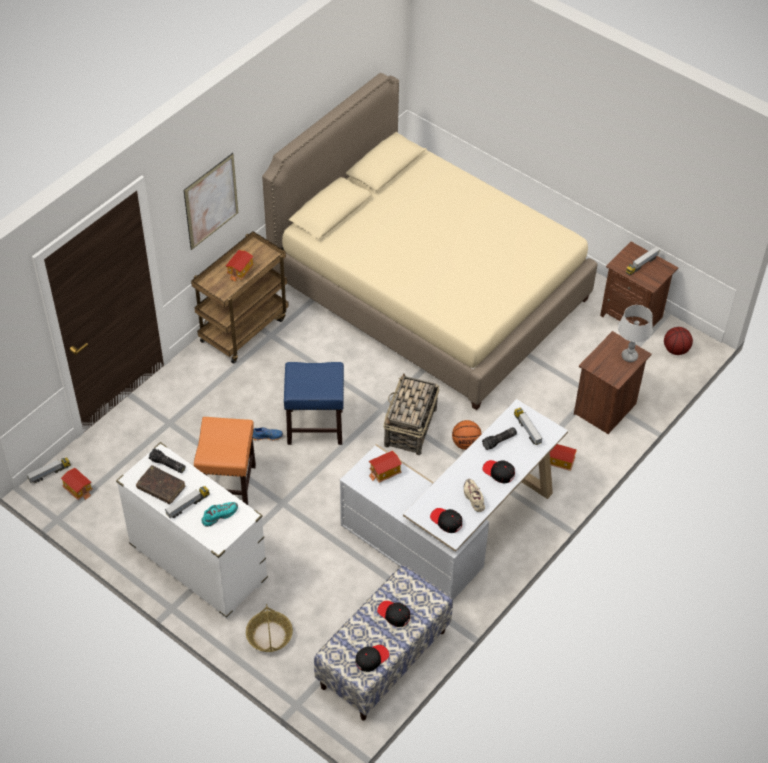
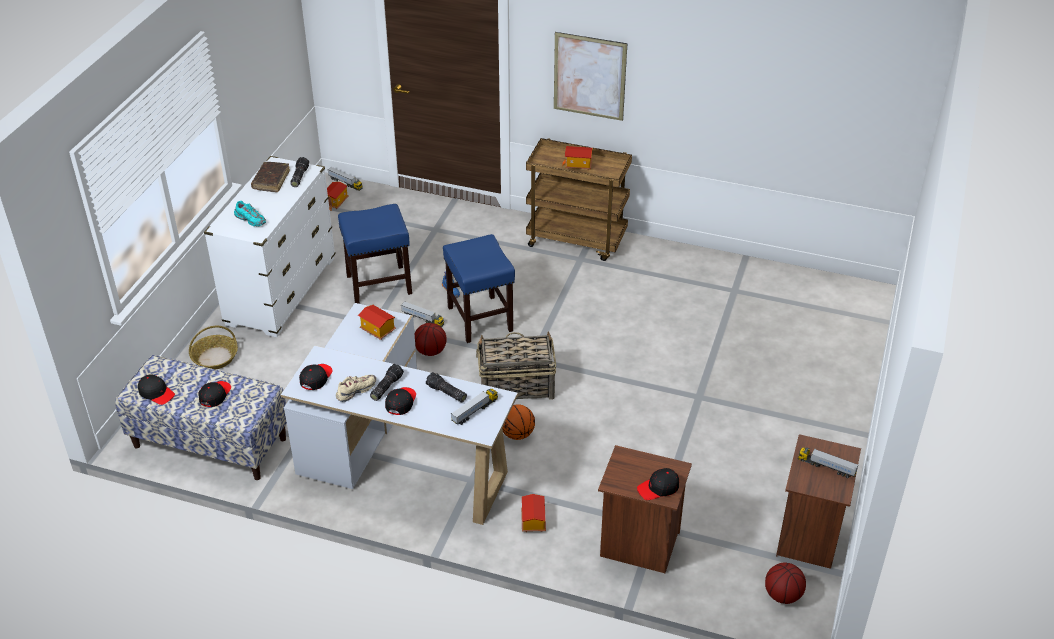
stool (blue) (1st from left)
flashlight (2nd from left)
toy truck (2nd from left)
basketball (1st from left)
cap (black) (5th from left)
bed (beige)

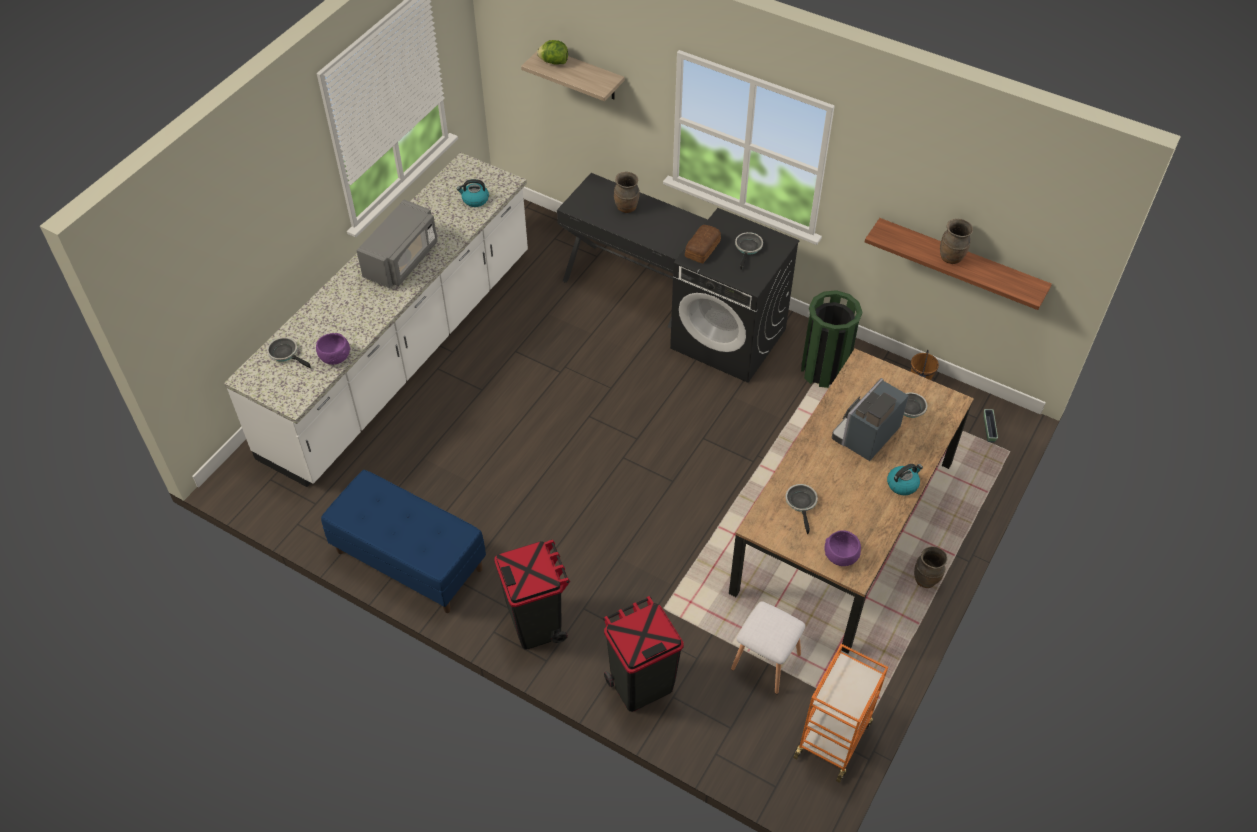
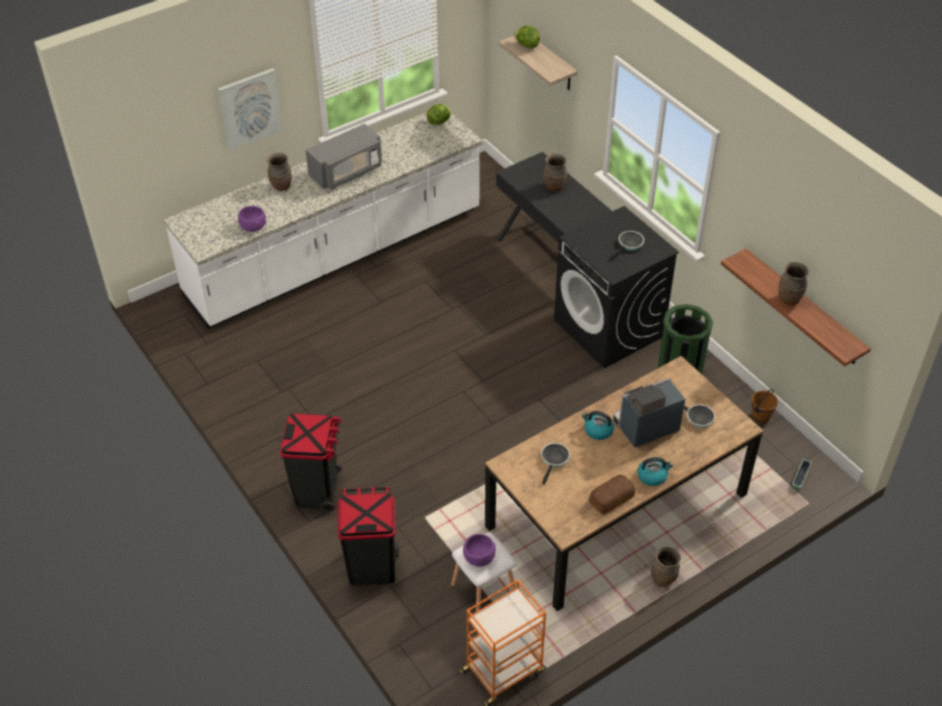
picture
vase (brown) (1st from left)
lettuce (1st from left)
bowl (purple) (2nd from left)
kettle (1st from left)
bread
frying pan (1st from left in the first image)
bench (blue)

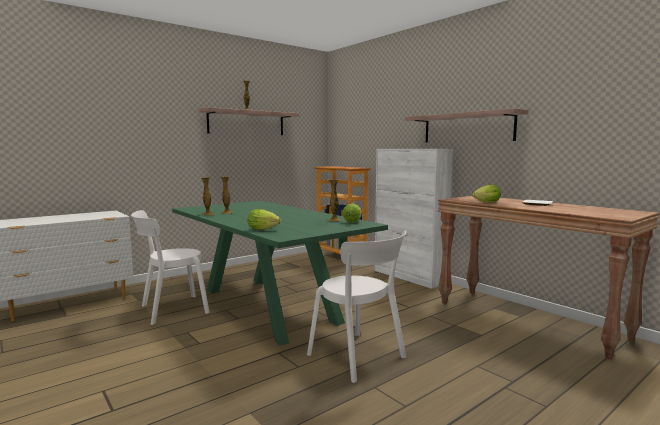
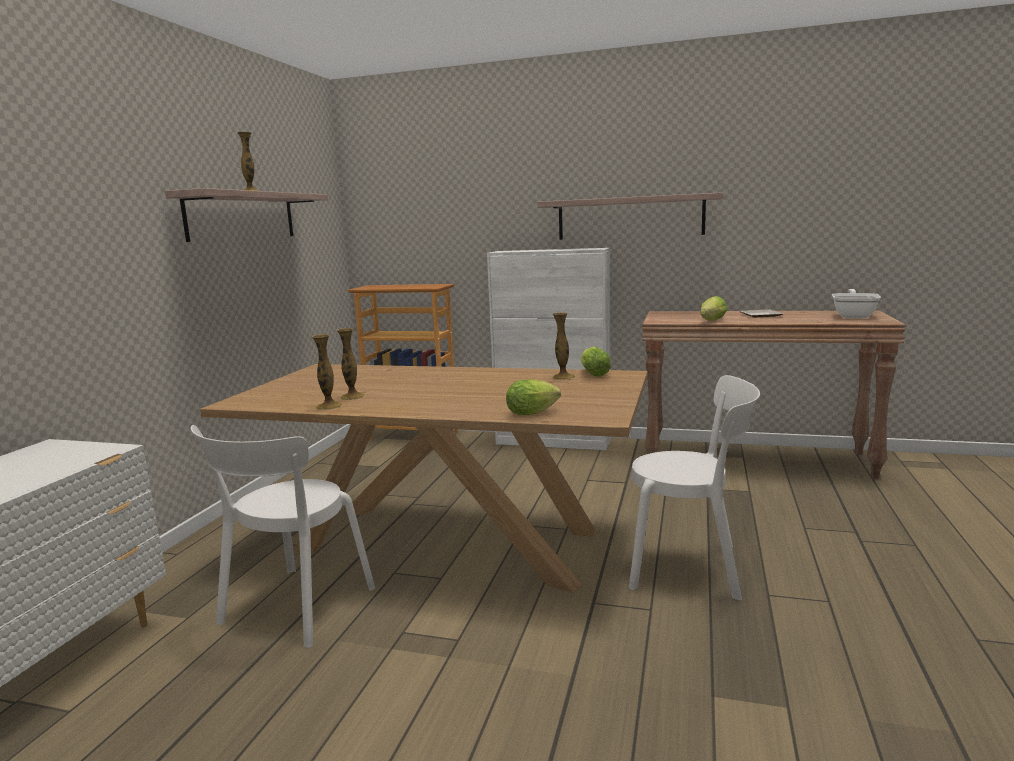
dining table (brown)
frying pan

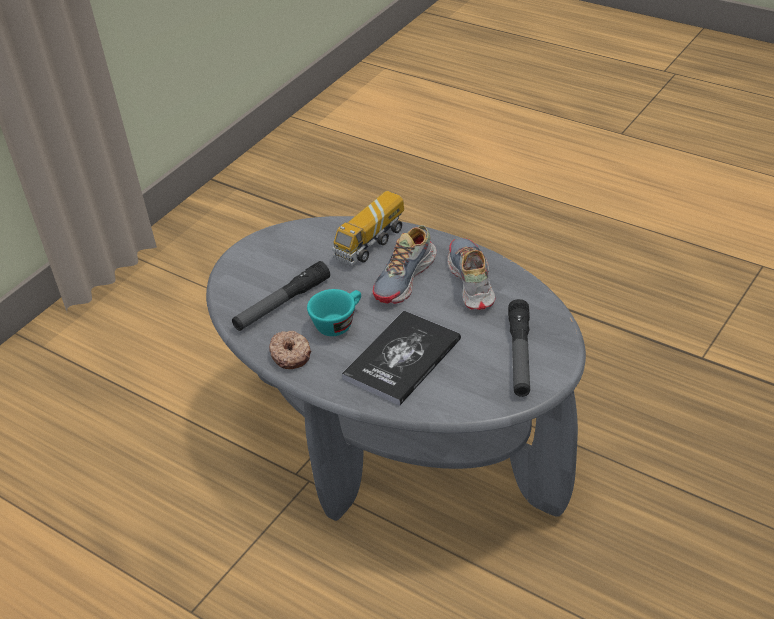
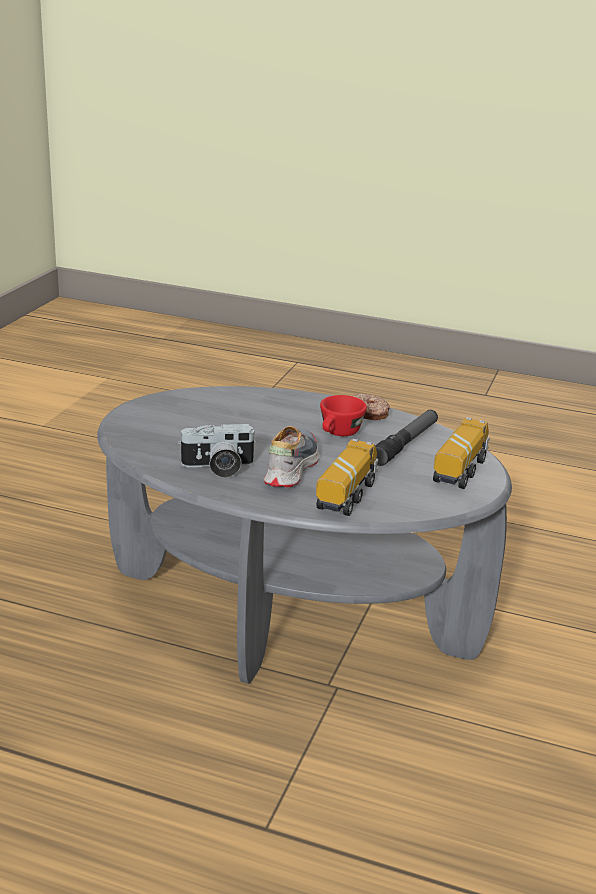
photo camera
cup (red)
toy truck (2nd from left)
book
flashlight (2nd from left in the first image)

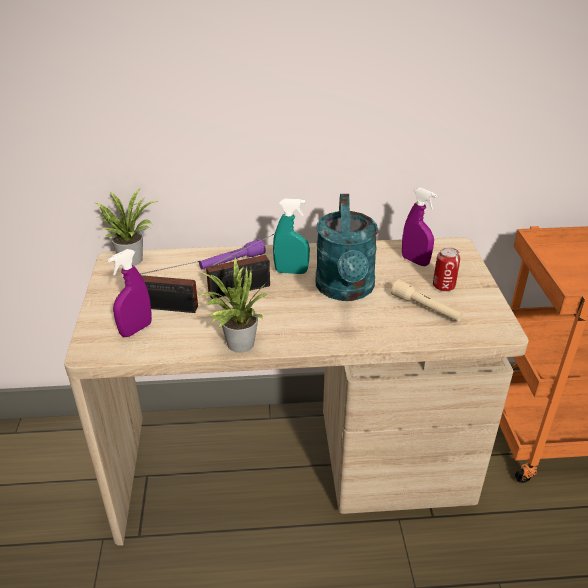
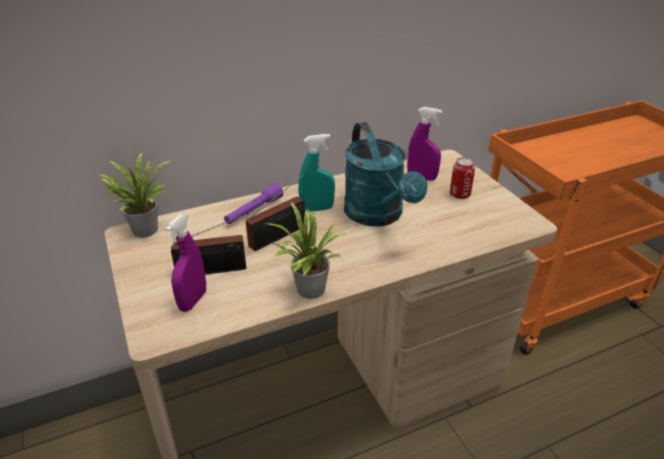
flashlight (beige)

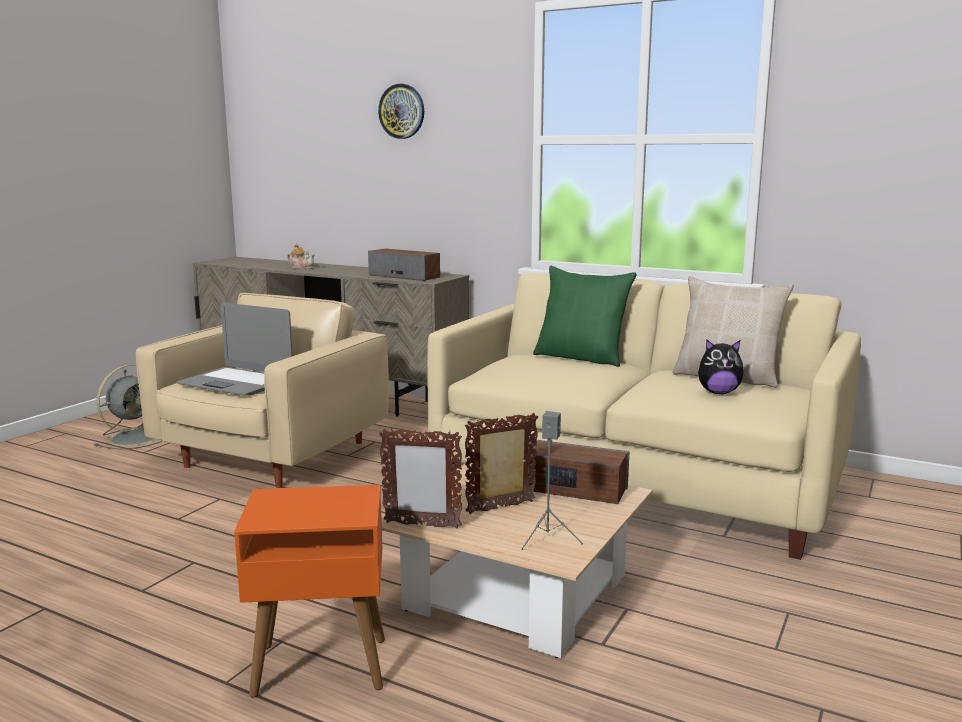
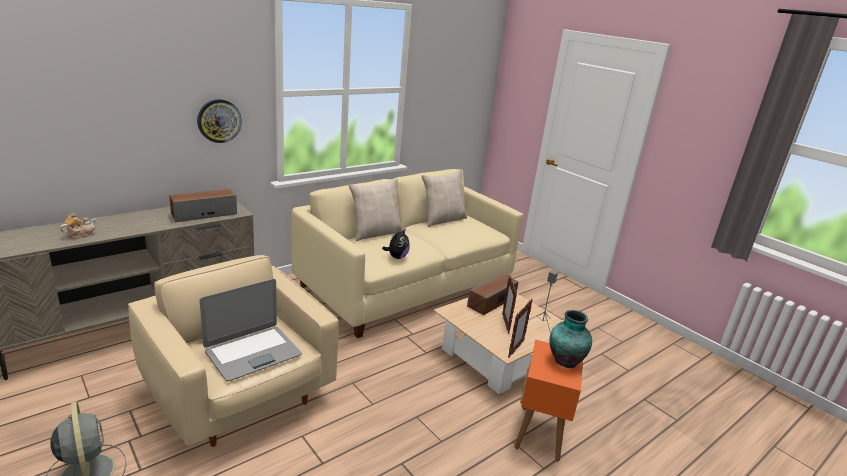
wall clock
pillow (beige) (1st from left)
plush toy
vase

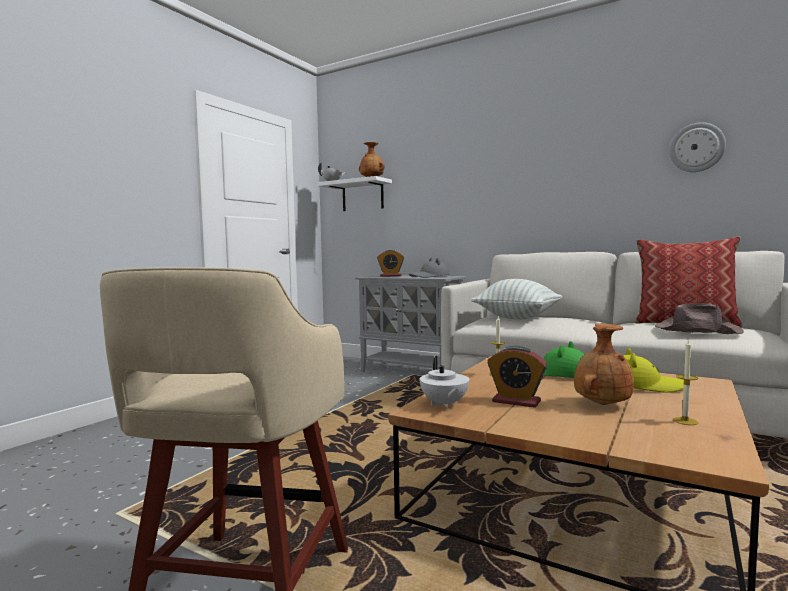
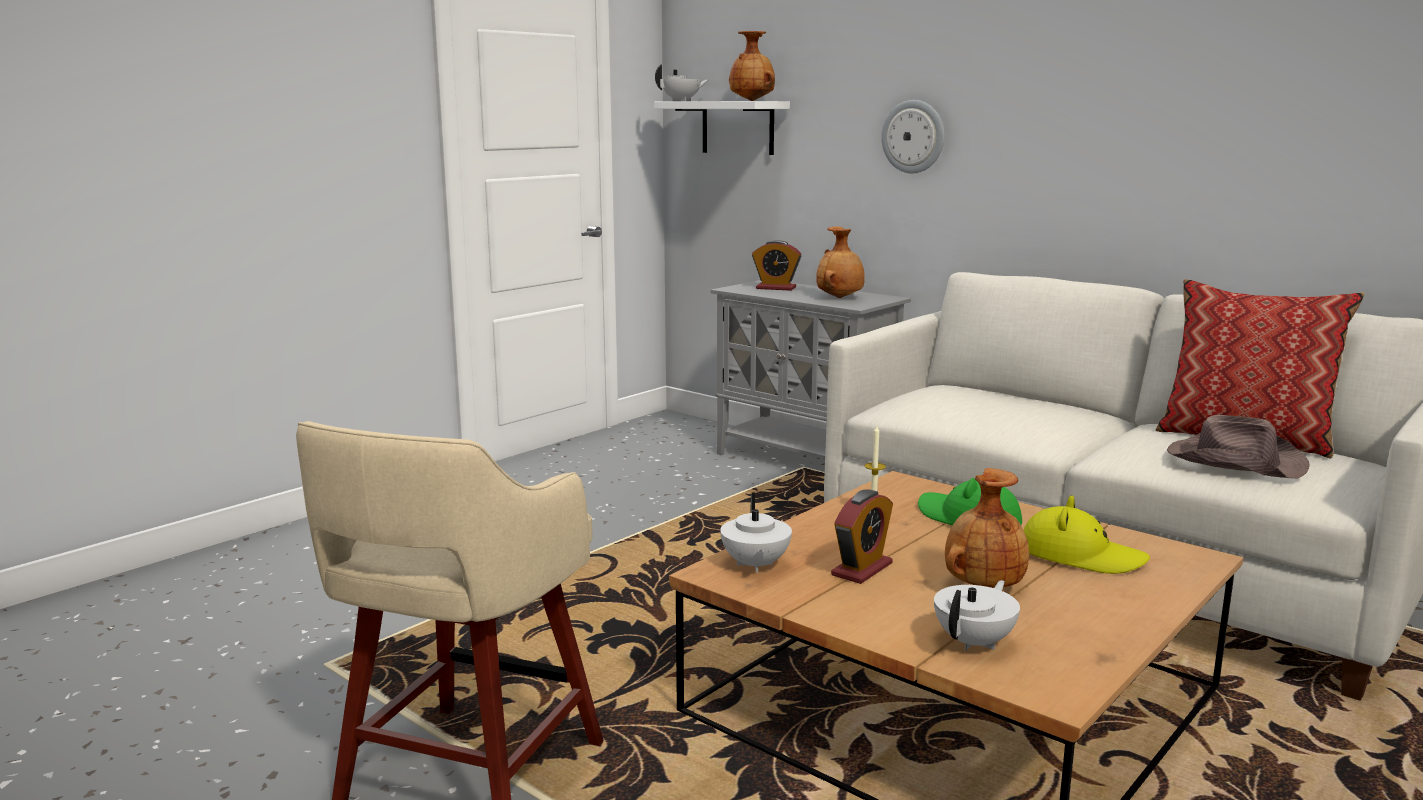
vase (brown) (2nd from left)
alarm clock (2nd from left)
wall clock
teapot (white) (3rd from left)
pillow (1st from left in the first image)
candle (2nd from left in the first image)

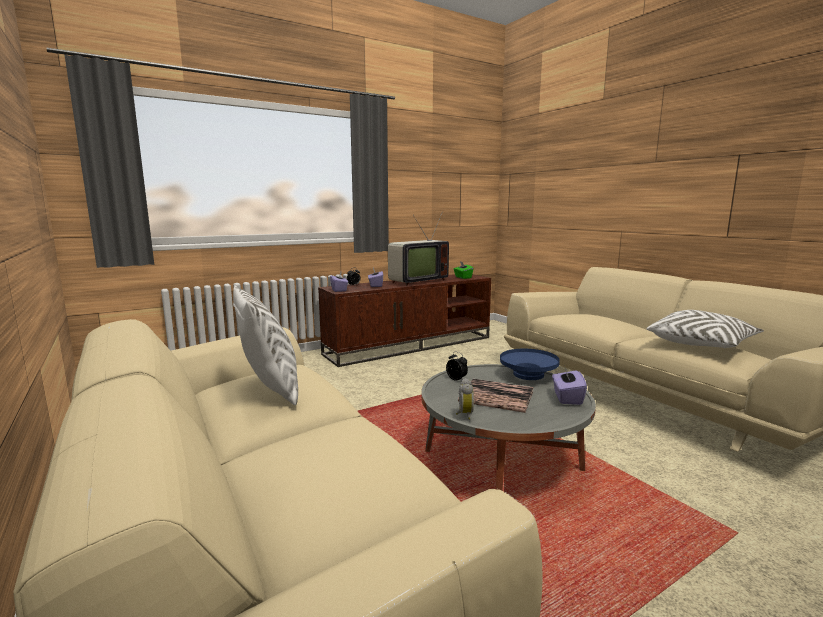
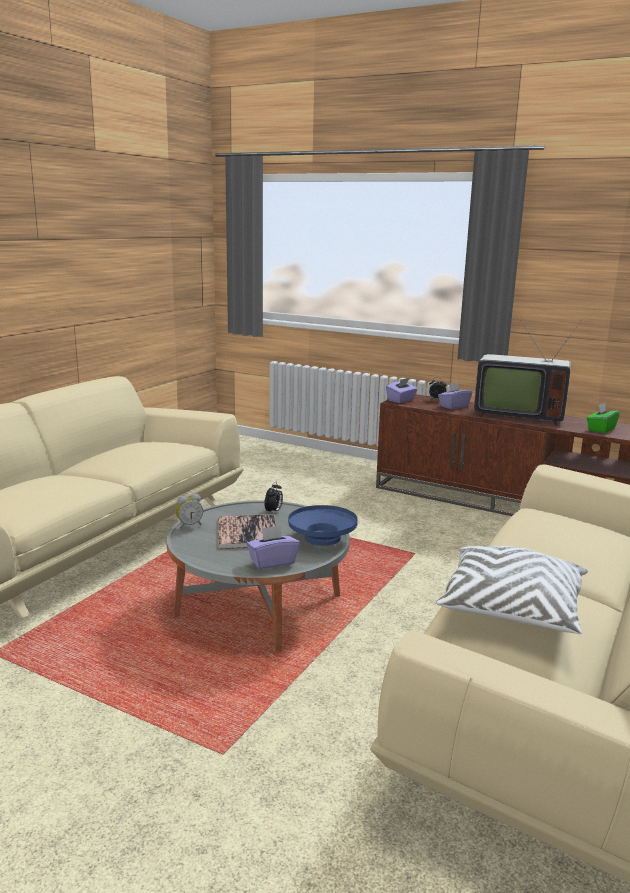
pillow (white) (1st from left in the first image)

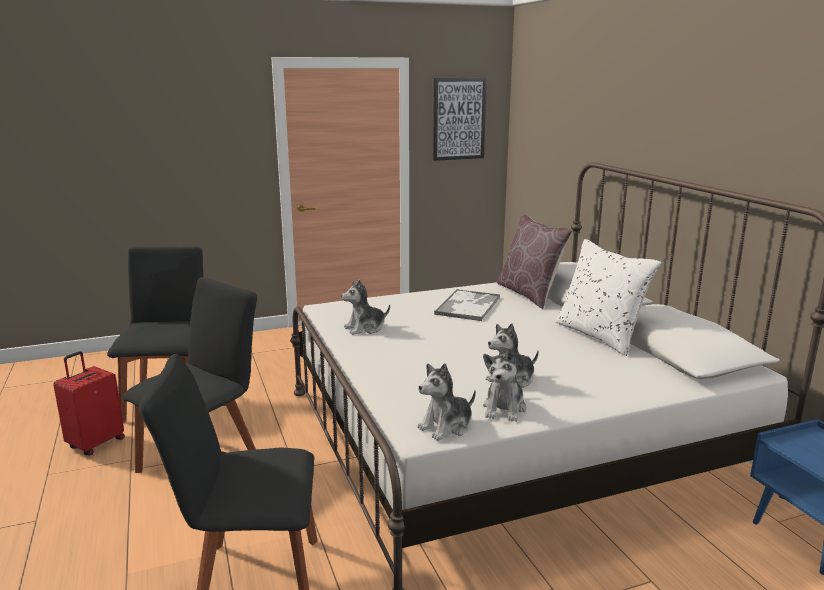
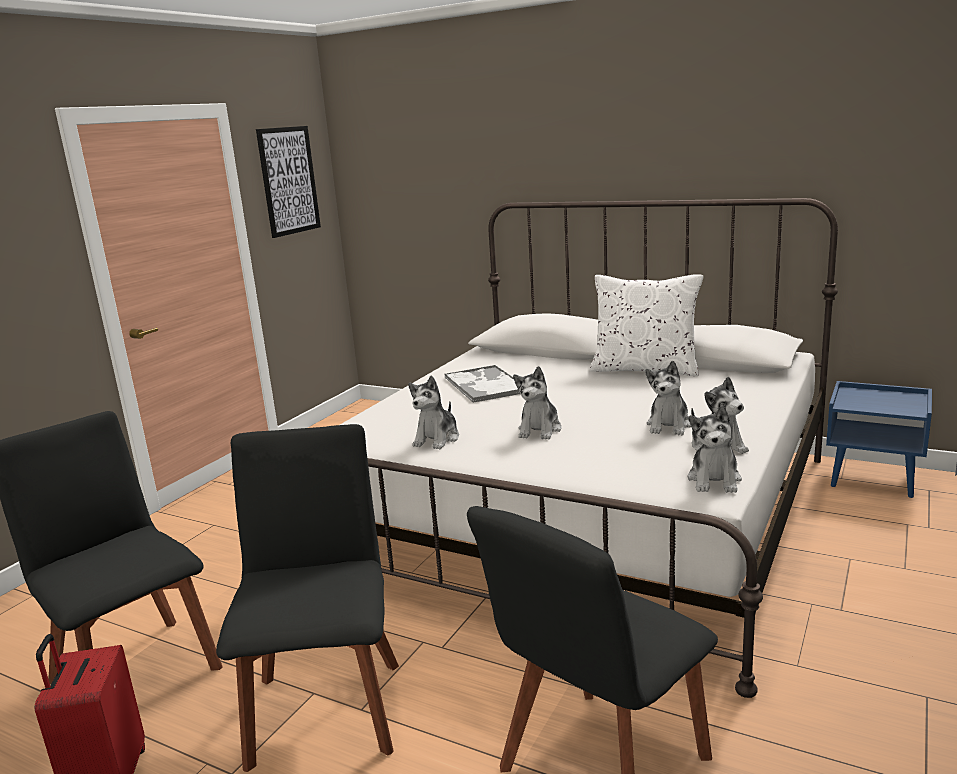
plush toy (2nd from left)
pillow (brown)

